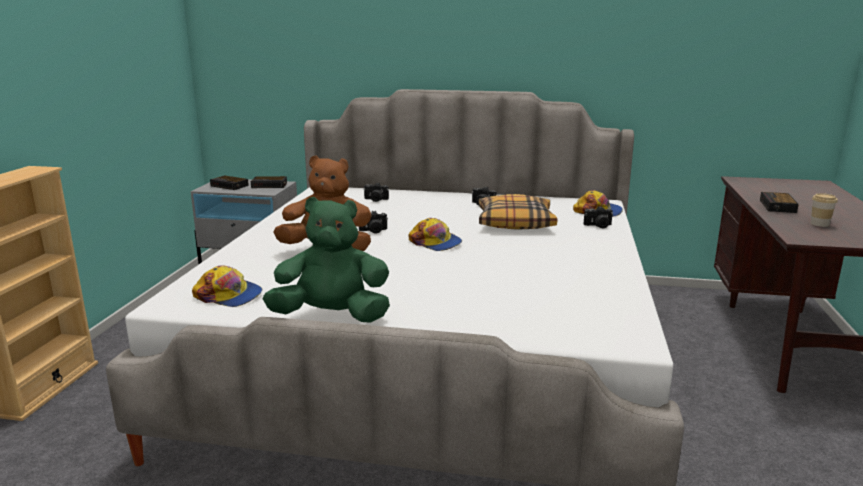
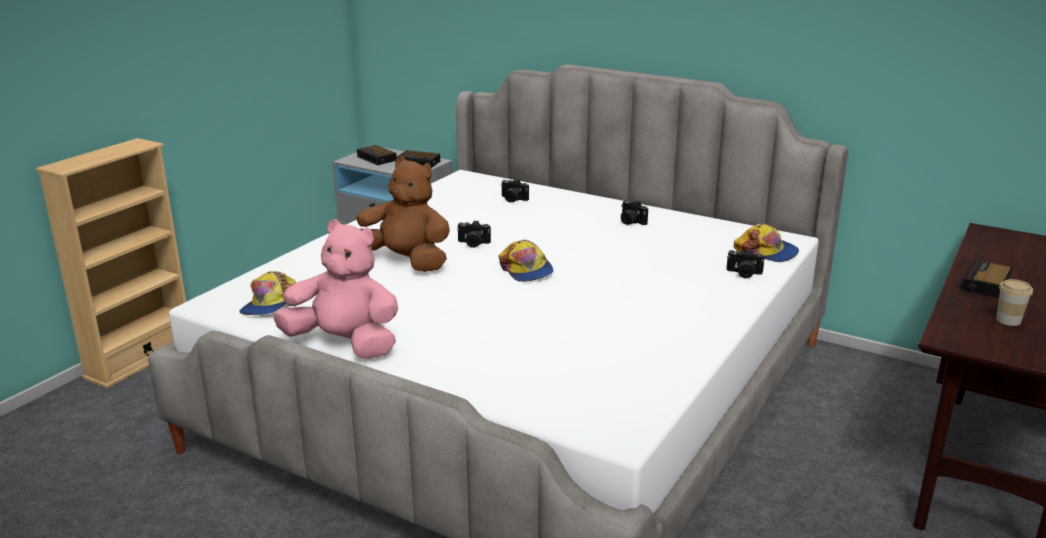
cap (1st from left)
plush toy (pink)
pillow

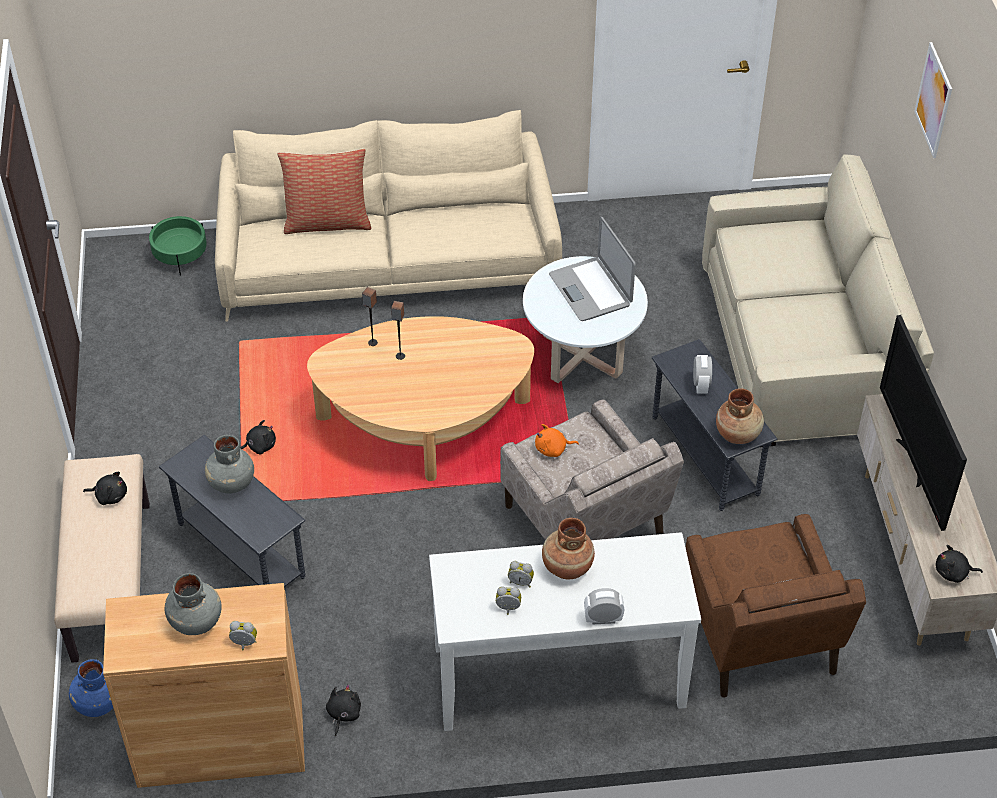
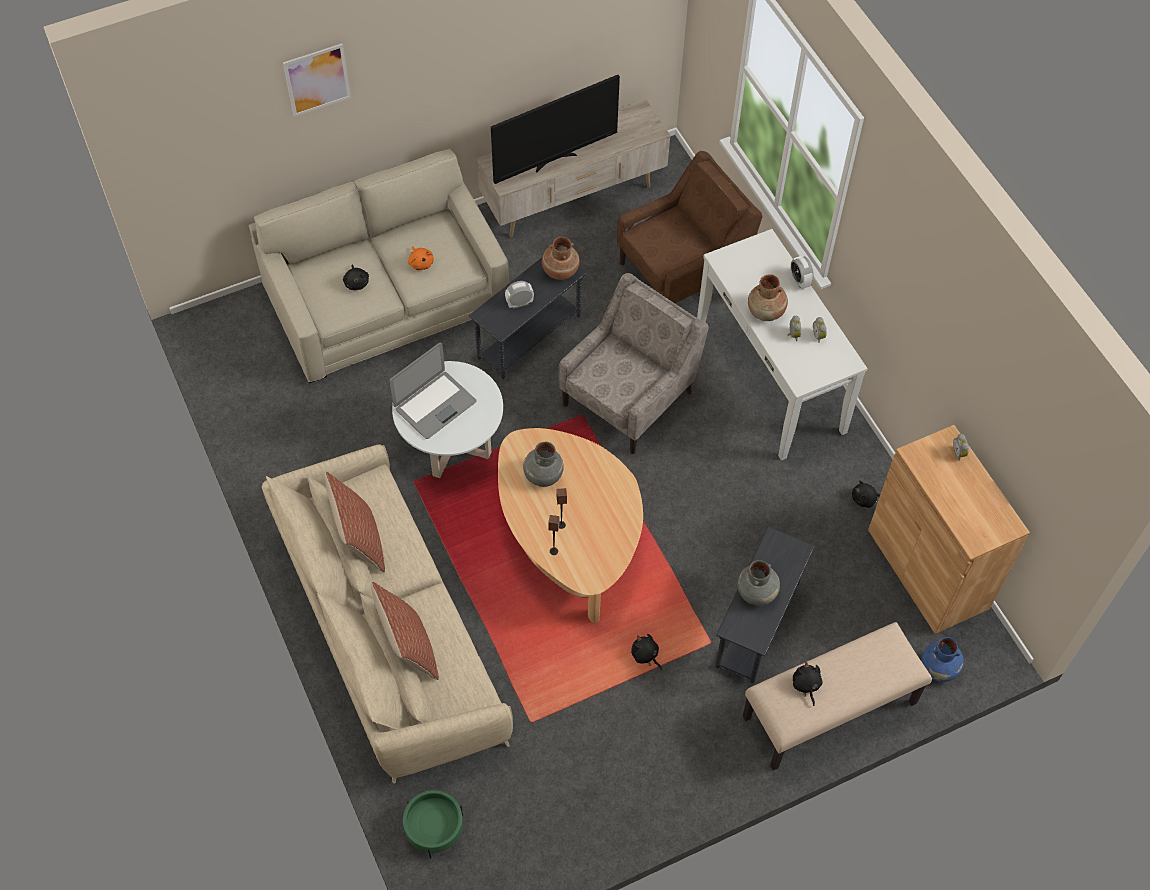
pillow (1st from left)
plush toy (black) (1st from left)
plush toy (orange)
vase (grey) (1st from left)

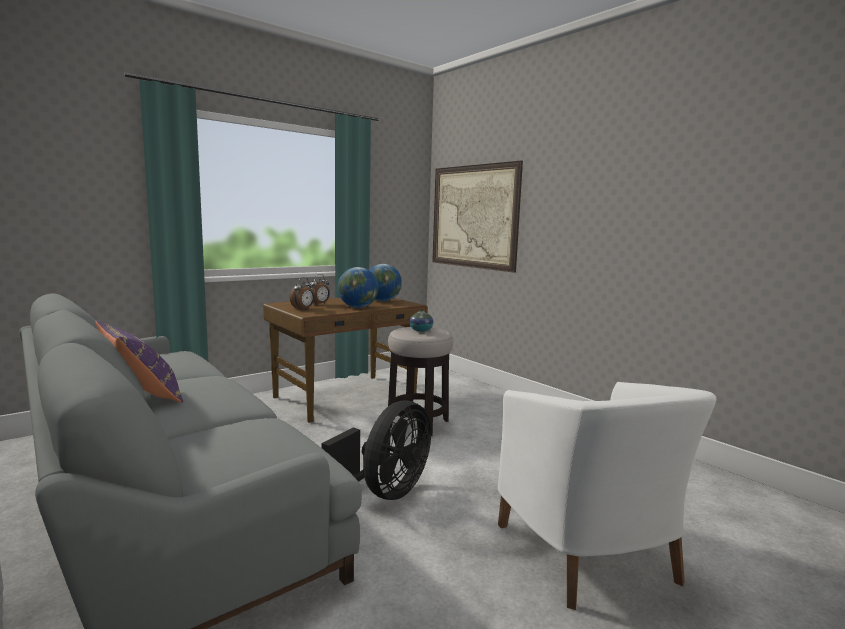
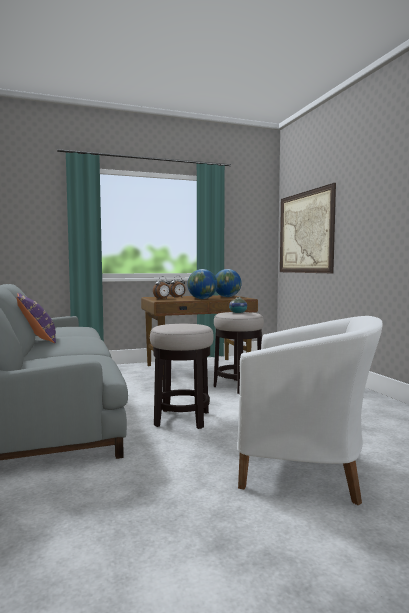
stool (1st from left)
armchair (white)

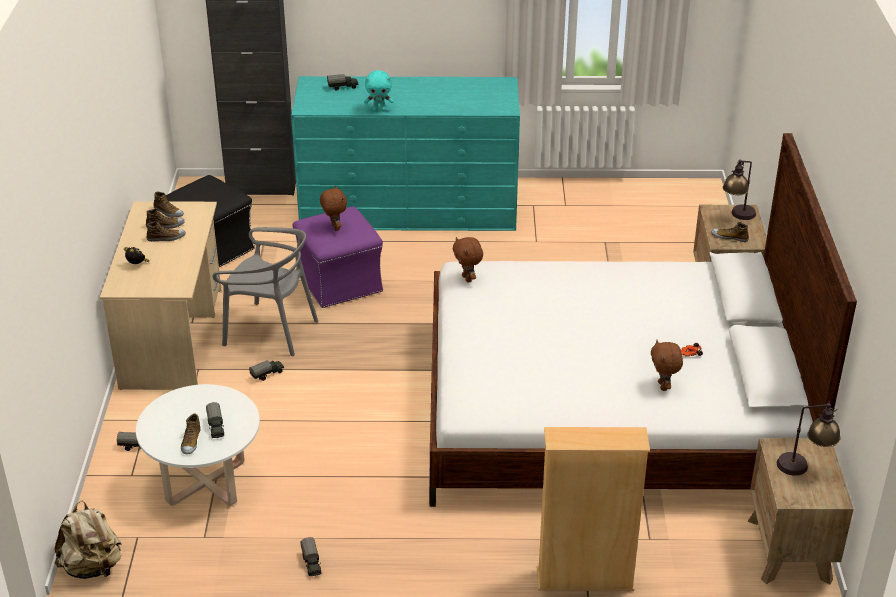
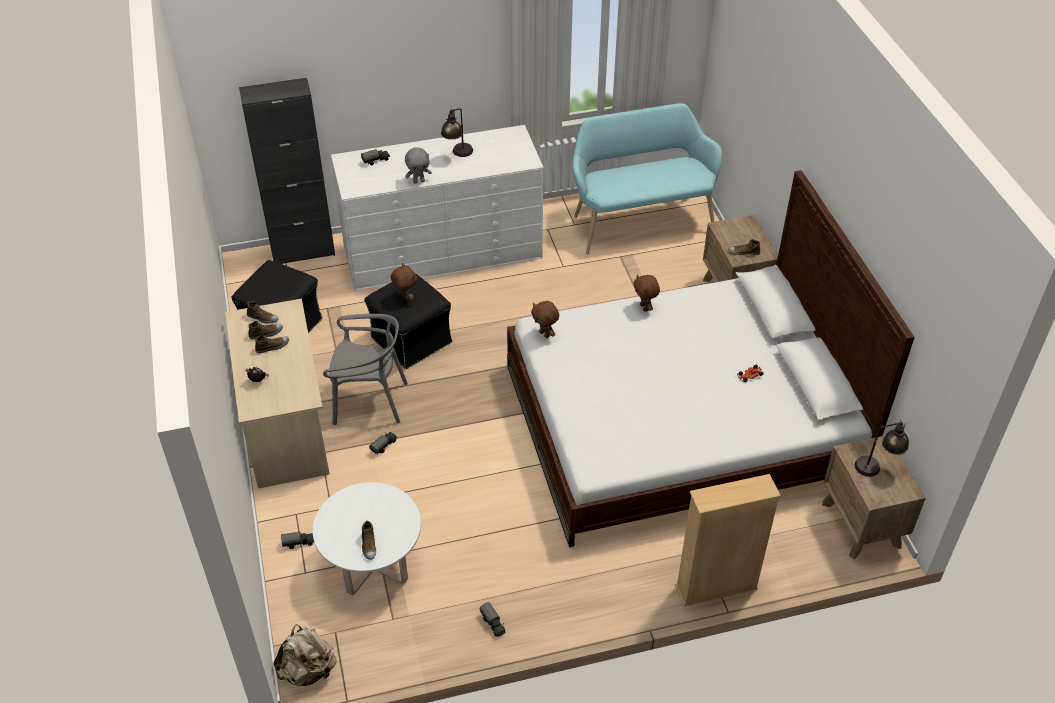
dresser (white)
ottoman (black) (2nd from left)
plush toy (grey)
table lamp (1st from left)
bench (turquoise)
plush toy (brown) (3rd from left)
toy truck (2nd from left in the first image)

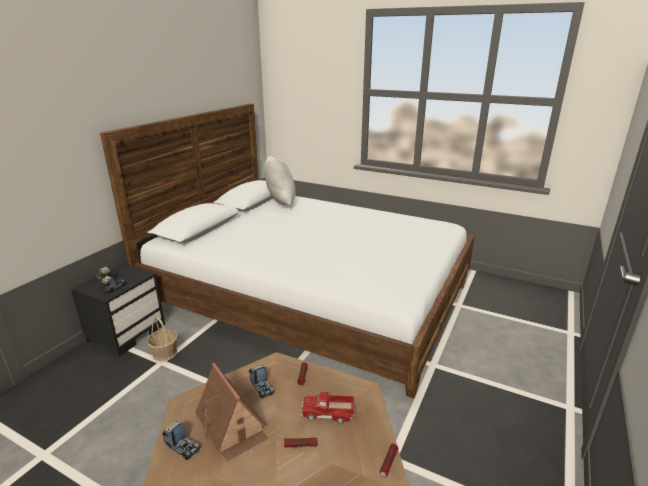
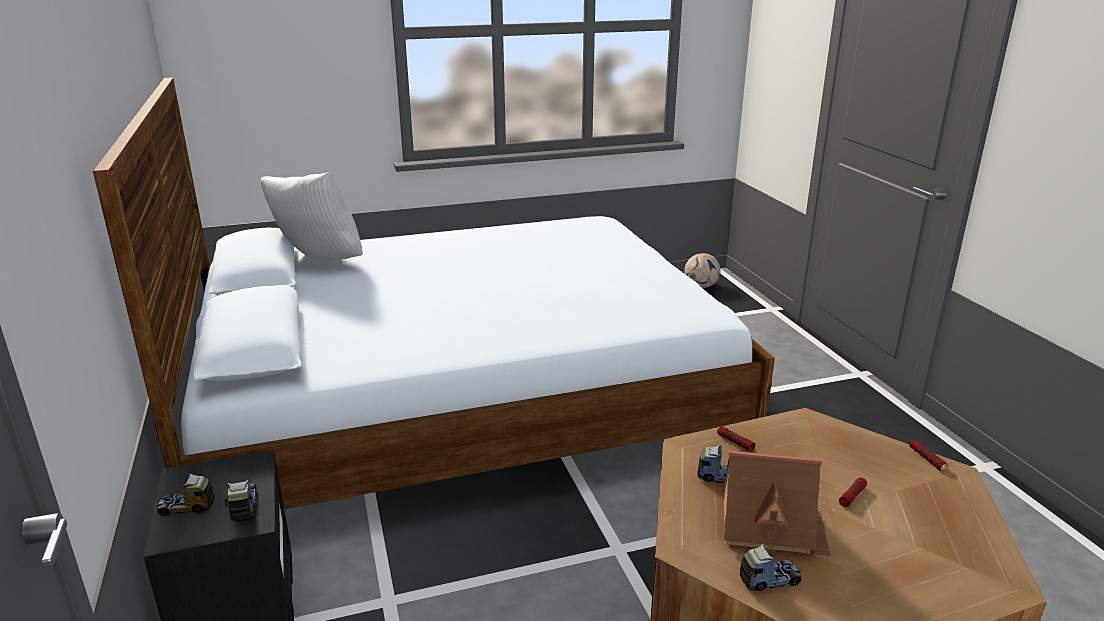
football
basket
toy truck (5th from left in the first image)

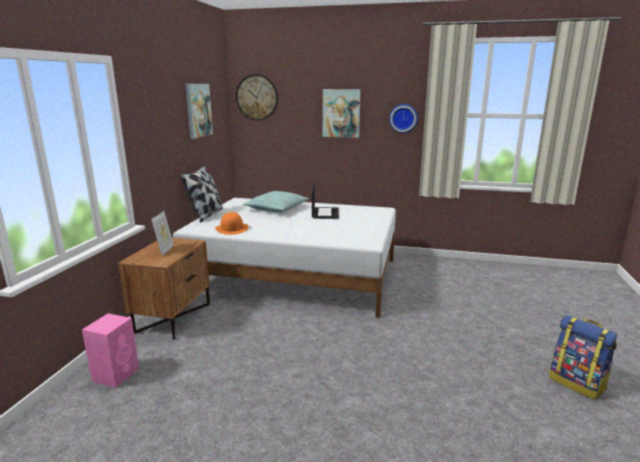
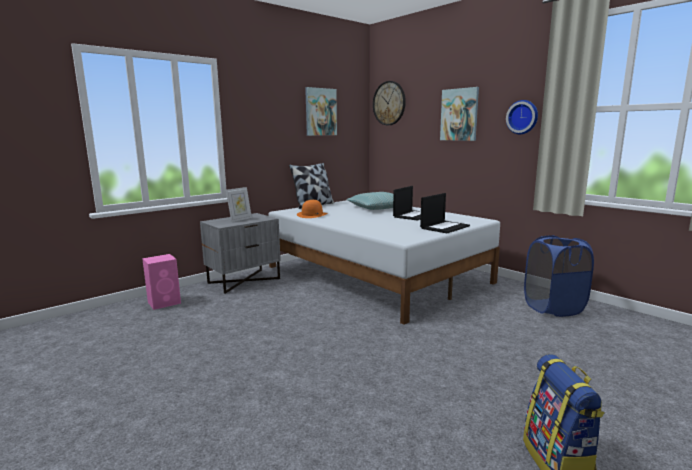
nightstand (grey)
laptop (2nd from left)
laundry basket (blue)

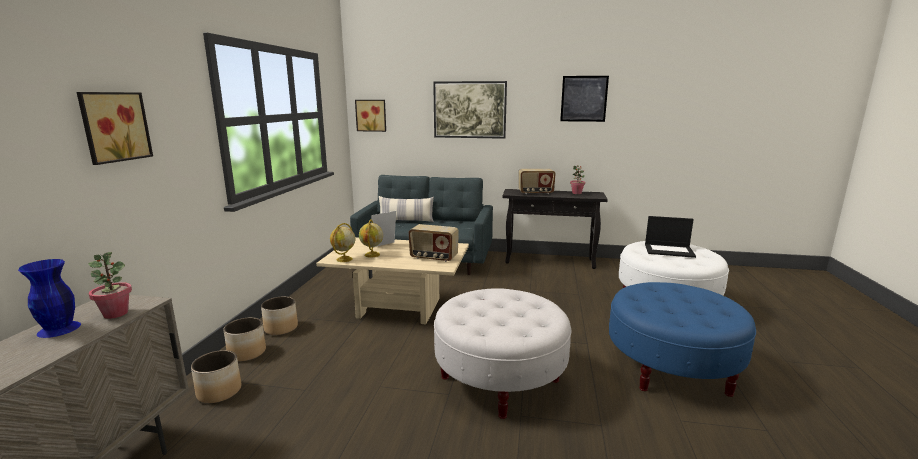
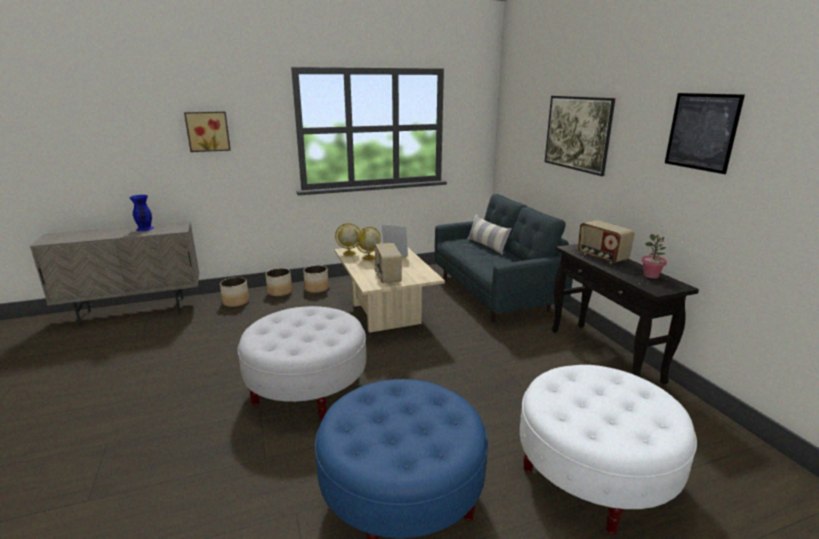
potted plant (1st from left in the first image)
picture (2nd from left in the first image)
laptop

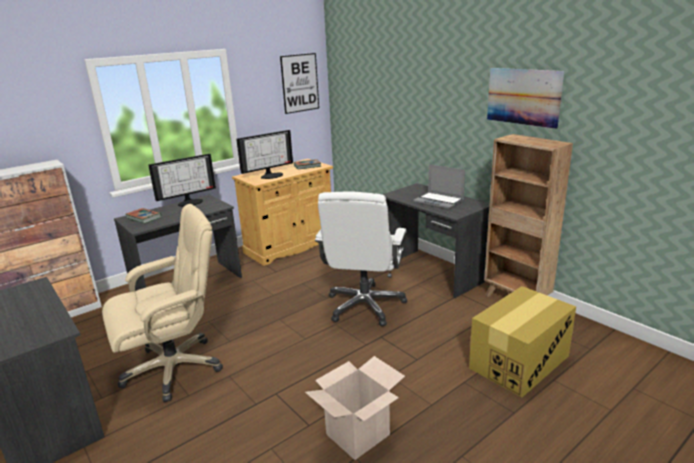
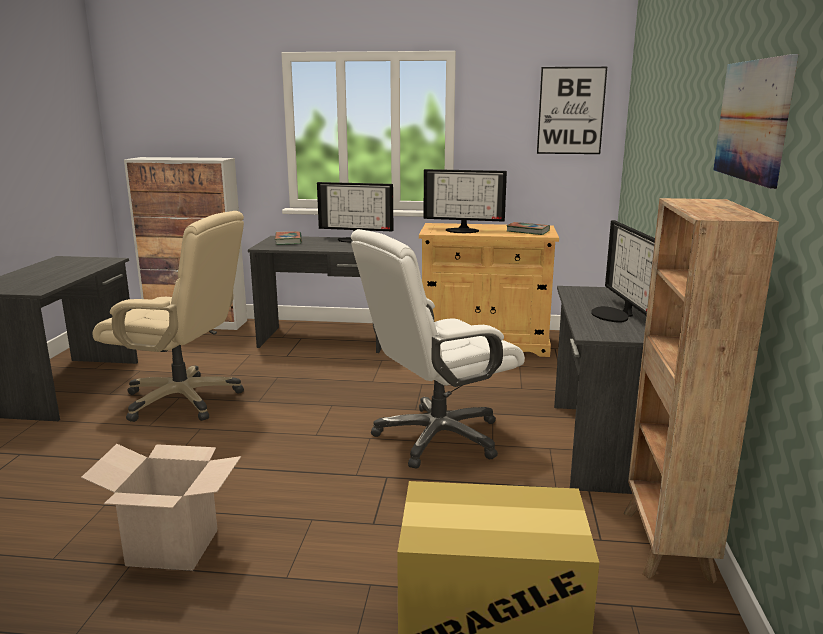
monitor (3rd from left)

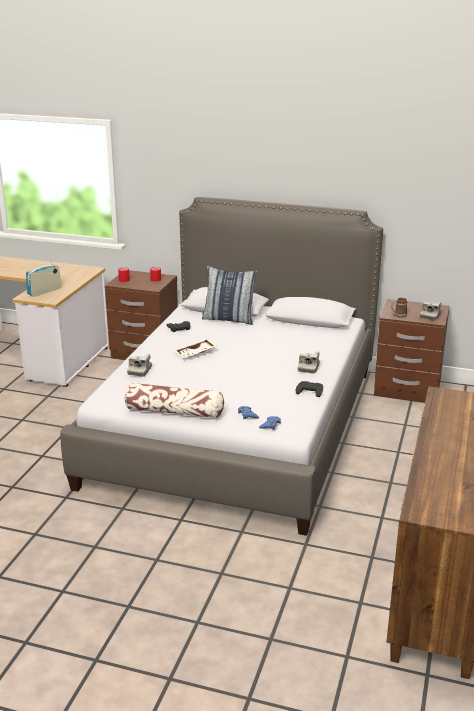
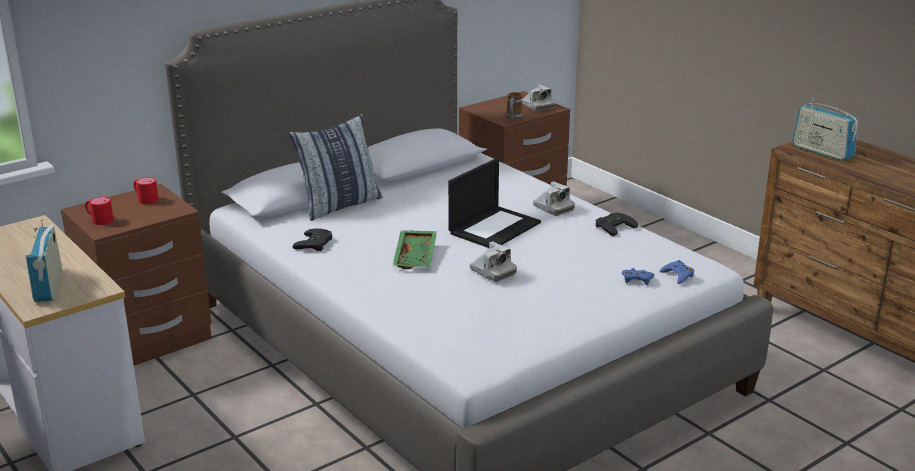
tray (green)
laptop
photo camera (1st from left)
radio (2nd from left)
pillow (1st from left in the first image)

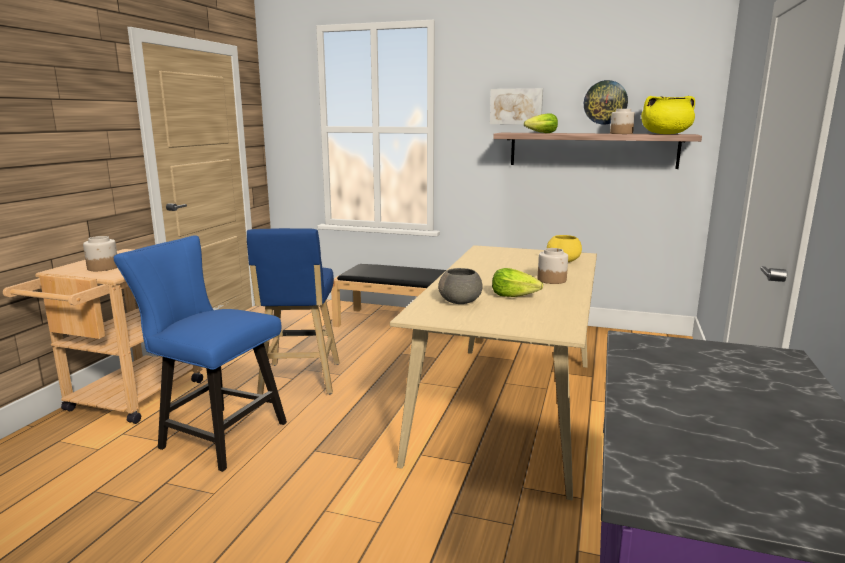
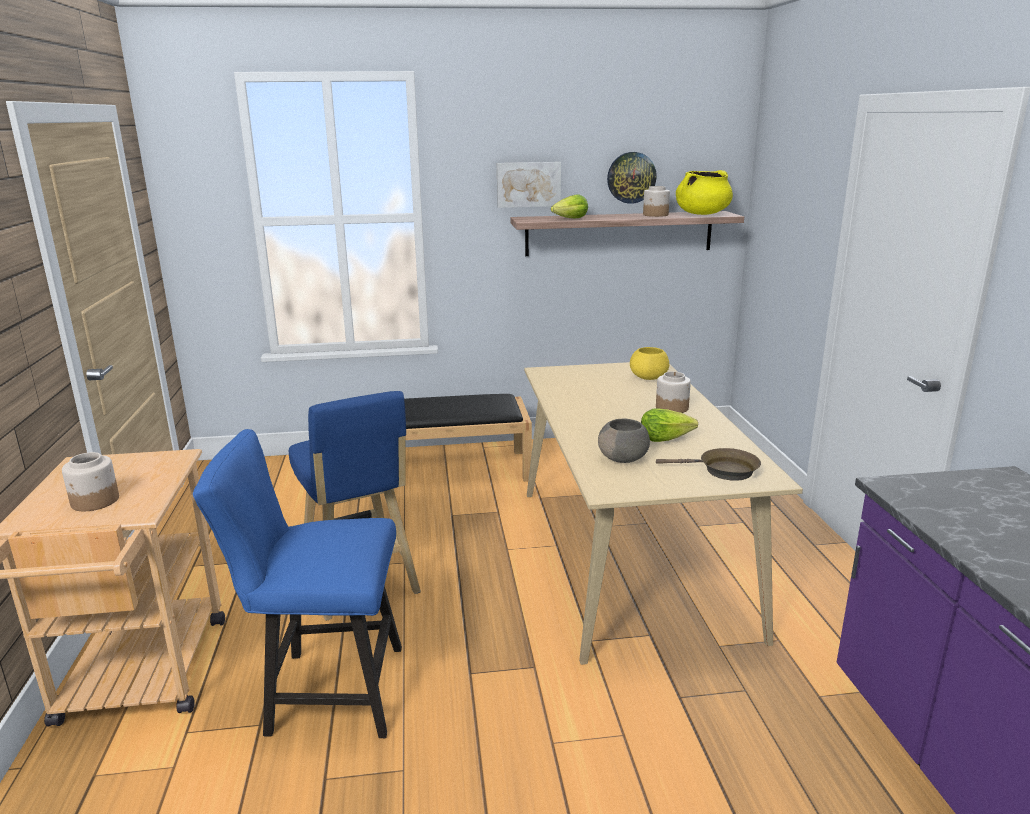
frying pan (brown)

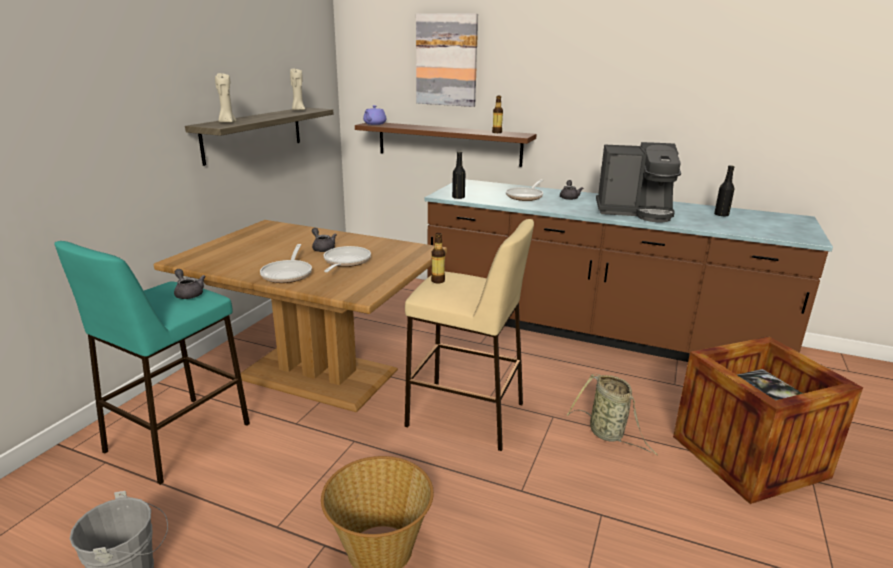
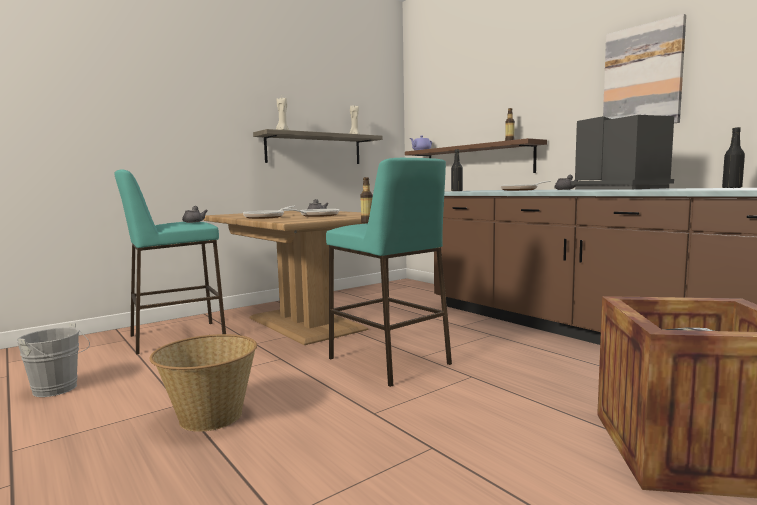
stool (turquoise) (2nd from left)
coffee machine
picture
basket (2nd from left in the first image)

